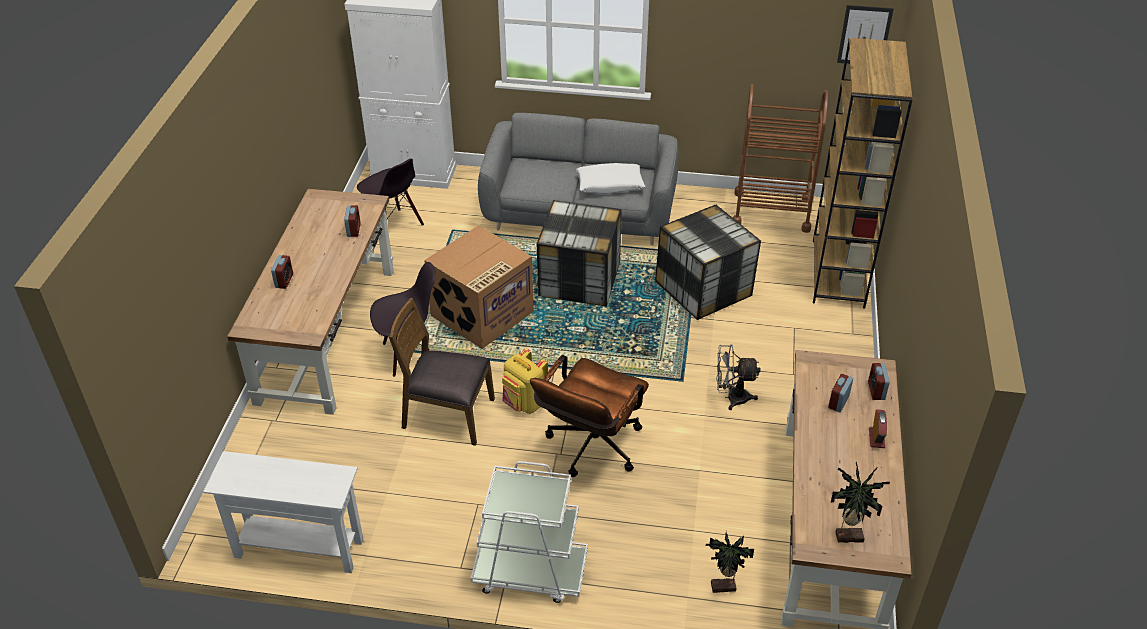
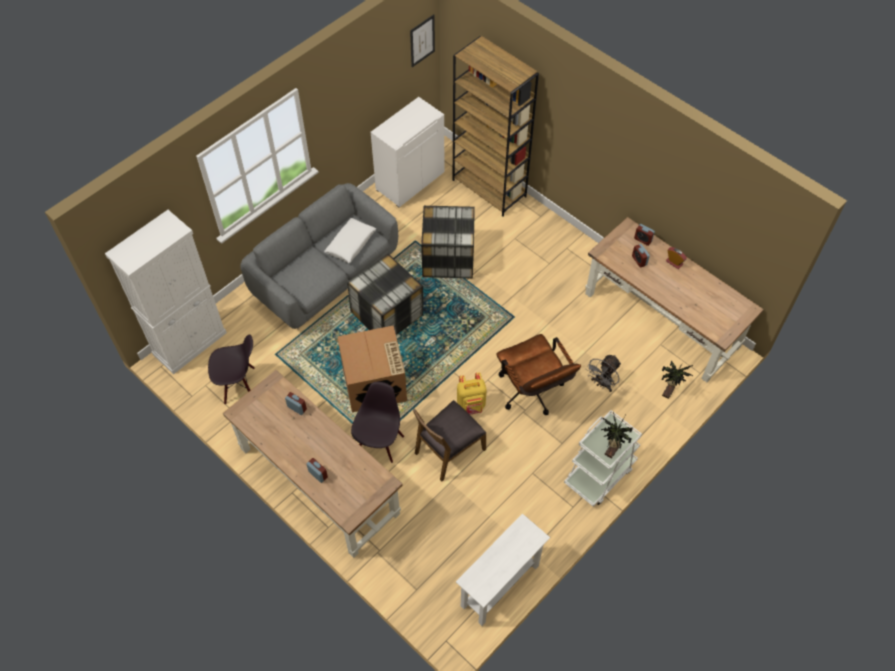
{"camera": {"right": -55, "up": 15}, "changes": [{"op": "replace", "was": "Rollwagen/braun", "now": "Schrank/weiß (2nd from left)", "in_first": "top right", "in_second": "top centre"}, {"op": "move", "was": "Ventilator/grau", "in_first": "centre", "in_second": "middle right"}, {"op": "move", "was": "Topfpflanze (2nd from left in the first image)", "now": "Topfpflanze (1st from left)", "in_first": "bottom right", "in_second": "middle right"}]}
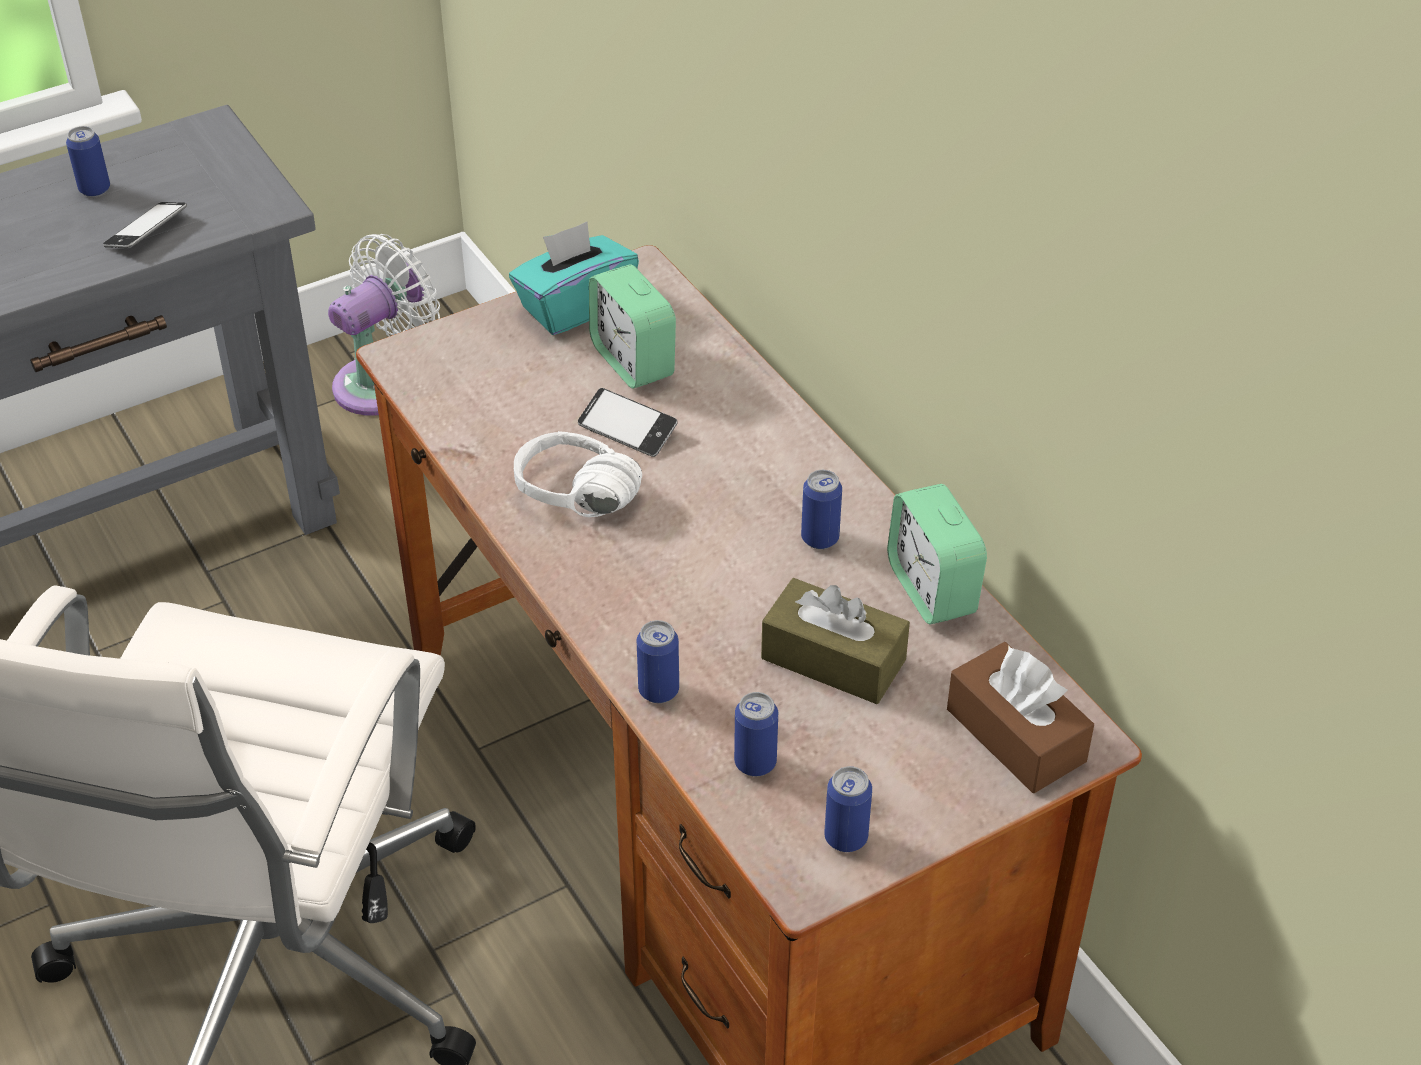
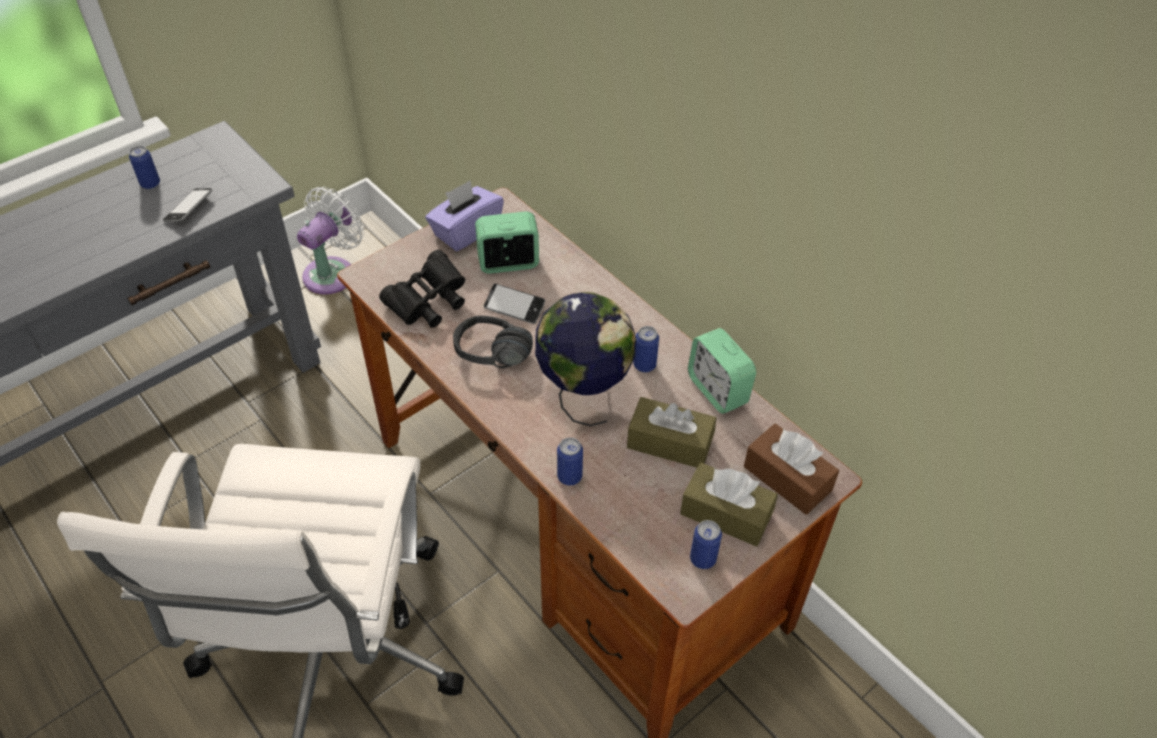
{"camera": {"right": -10, "up": 5}, "changes": [{"op": "insert", "now": "Fernglas/schwarz", "in_second": "centre"}, {"op": "recolor", "was": "Taschentuchbox/türkis", "now": "Taschentuchbox/lila", "in_first": "top centre", "in_second": "top centre"}, {"op": "recolor", "was": "Kopfhörer/weiß", "now": "Kopfhörer/schwarz", "in_first": "centre", "in_second": "centre"}, {"op": "rotate", "was": "Wecker (1st from left)", "in_first": "top centre", "in_second": "top centre", "clockwise": 120}, {"op": "insert", "now": "Globus", "in_second": "centre"}, {"op": "insert", "now": "Taschentuchbox/braun (2nd from left)", "in_second": "bottom centre"}, {"op": "delete", "was": "Dose (3rd from left)", "in_first": "bottom centre"}]}
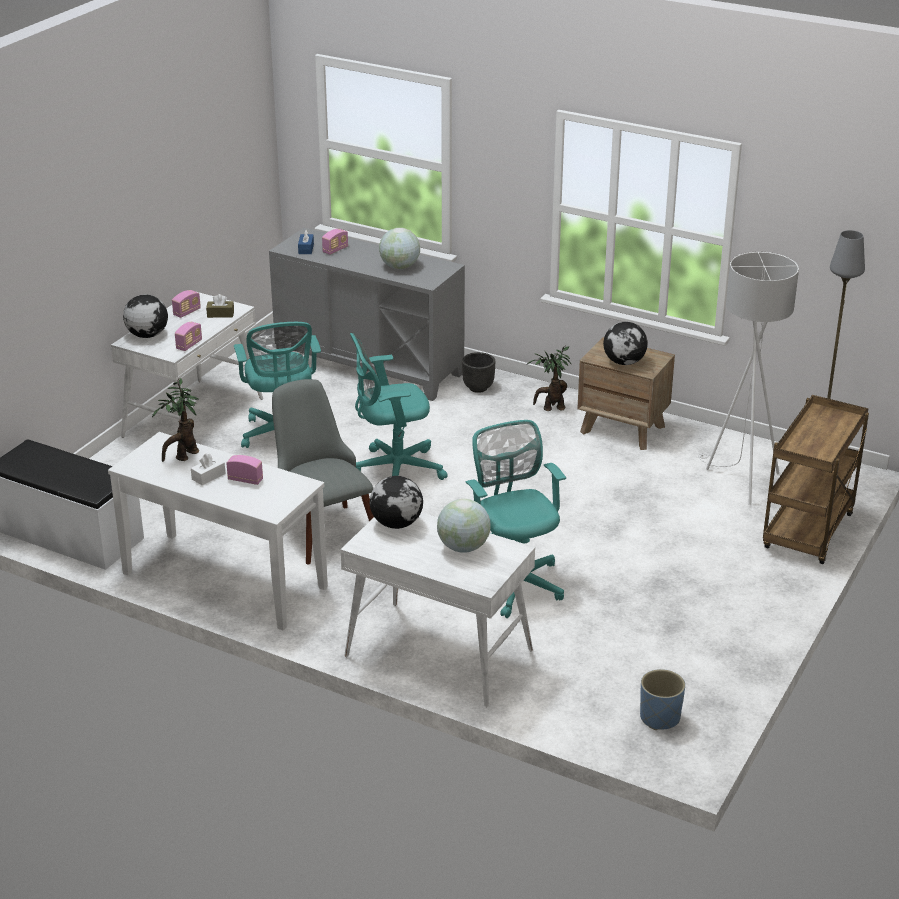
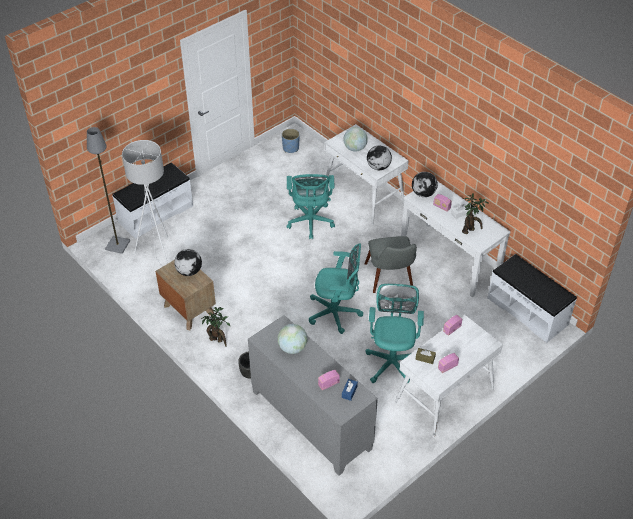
{"camera": {"right": -160, "up": 15}, "changes": [{"op": "replace", "was": "Rollwagen/braun", "now": "Bank/weiß (1st from left)", "in_first": "middle right", "in_second": "middle left"}, {"op": "move", "was": "Globus (1st from left in the first image)", "now": "Globus (5th from left)", "in_first": "middle left", "in_second": "middle right"}]}
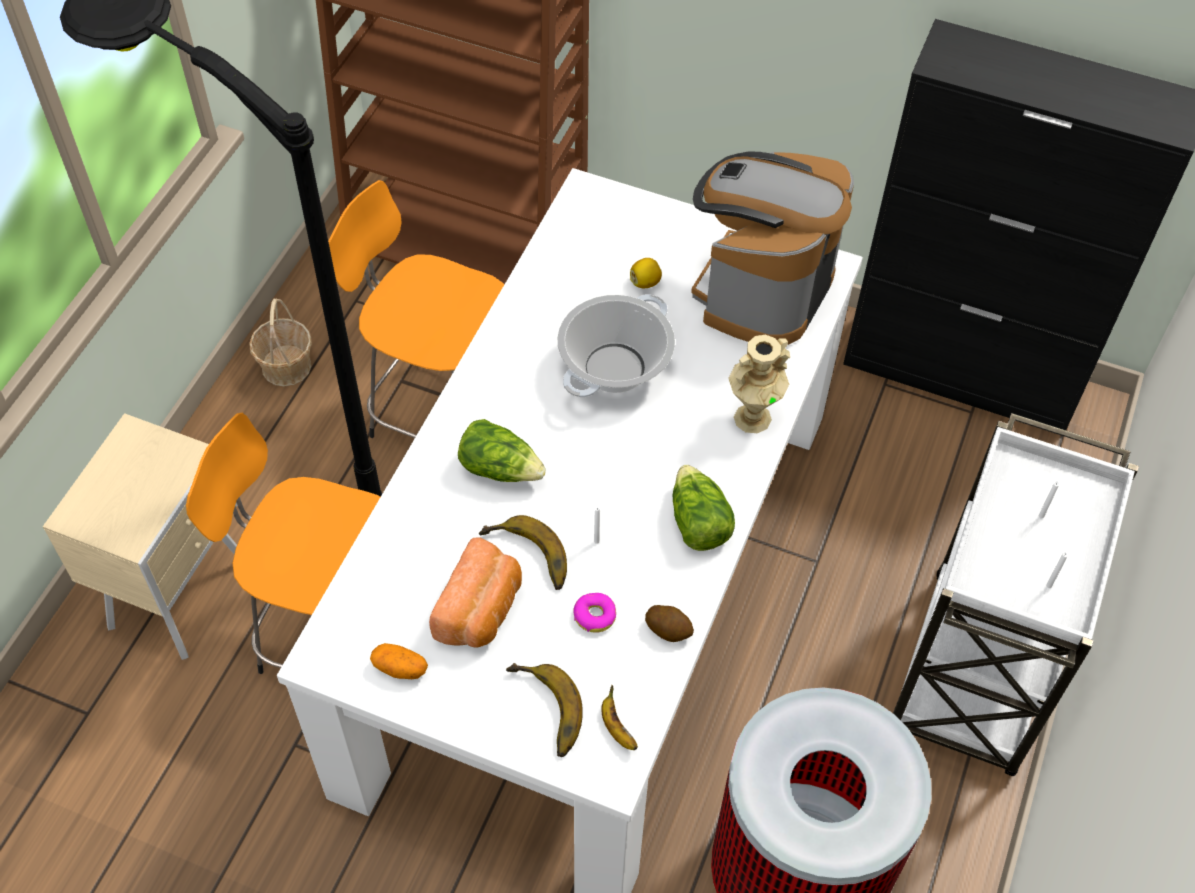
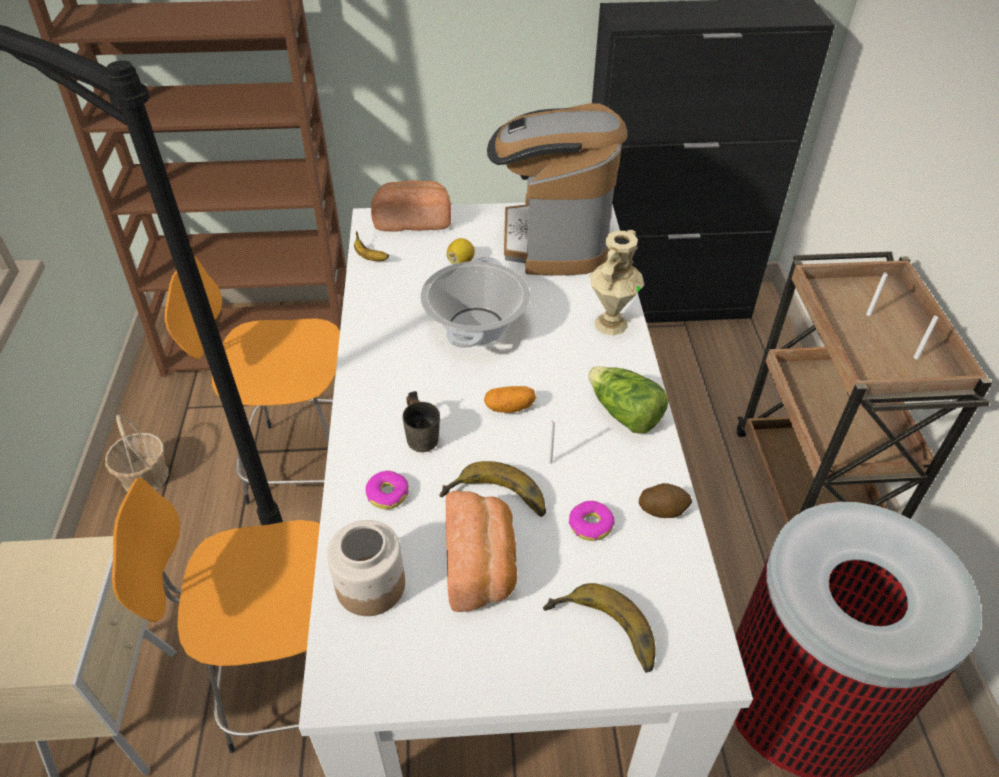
{"camera": {"right": -25, "up": -10}, "changes": [{"op": "insert", "now": "Vorratsglas", "in_second": "bottom centre"}, {"op": "move", "was": "Banane (3rd from left in the first image)", "now": "Banane (1st from left)", "in_first": "bottom centre", "in_second": "top centre"}, {"op": "insert", "now": "Donut (1st from left)", "in_second": "centre"}, {"op": "insert", "now": "Brot (1st from left)", "in_second": "top centre"}, {"op": "replace", "was": "Salatkopf (1st from left)", "now": "Henkelbecher/grau", "in_first": "centre", "in_second": "centre"}, {"op": "move", "was": "Kartoffel (1st from left)", "in_first": "bottom centre", "in_second": "centre"}, {"op": "recolor", "was": "Rollwagen/weiß", "now": "Rollwagen/braun", "in_first": "middle right", "in_second": "middle right"}]}
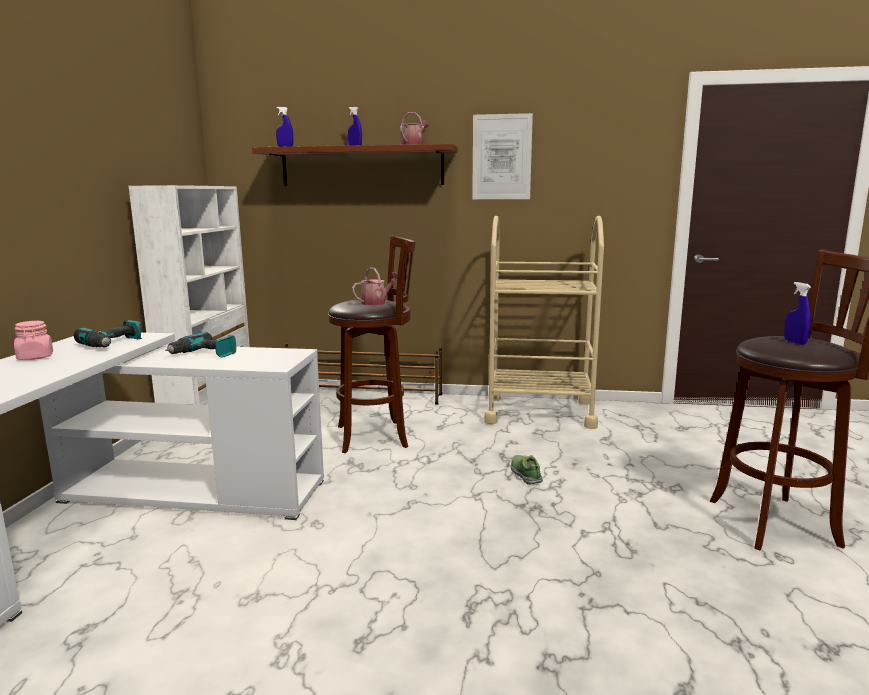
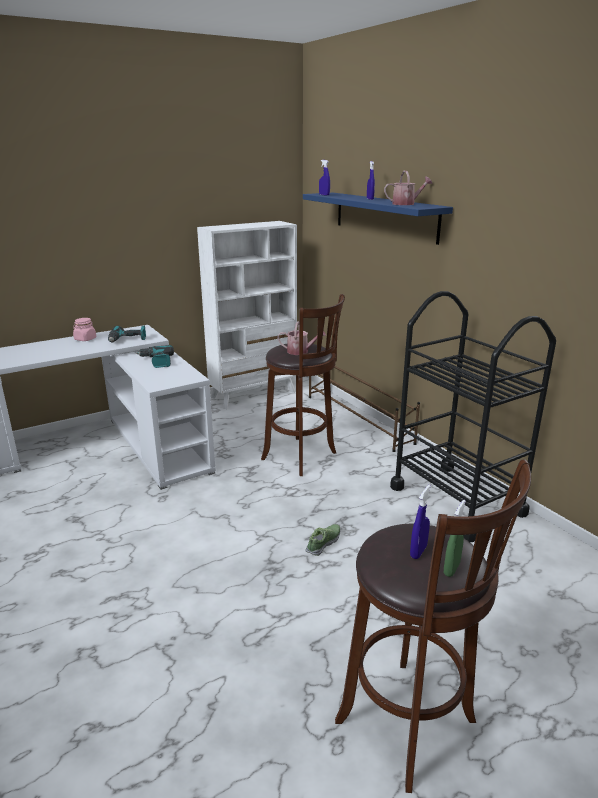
{"camera": {"right": 50, "up": 10}, "changes": [{"op": "recolor", "was": "Wandregal/braun", "now": "Wandregal/blau", "in_first": "top centre", "in_second": "top centre"}, {"op": "recolor", "was": "Rollwagen/beige", "now": "Rollwagen/schwarz", "in_first": "centre", "in_second": "middle right"}, {"op": "insert", "now": "Sprühflasche/grün", "in_second": "bottom right"}, {"op": "delete", "was": "Bild", "in_first": "top centre"}]}
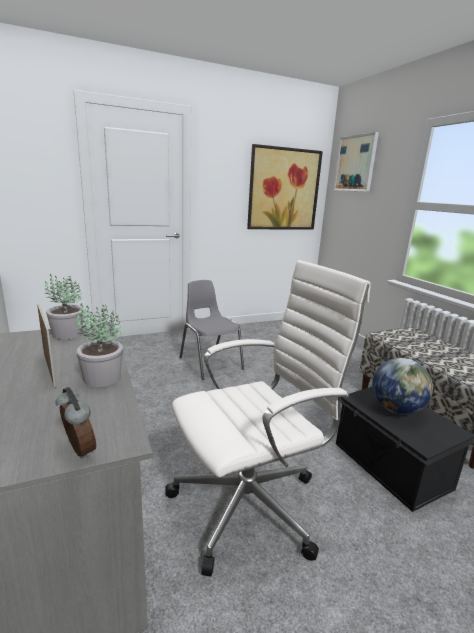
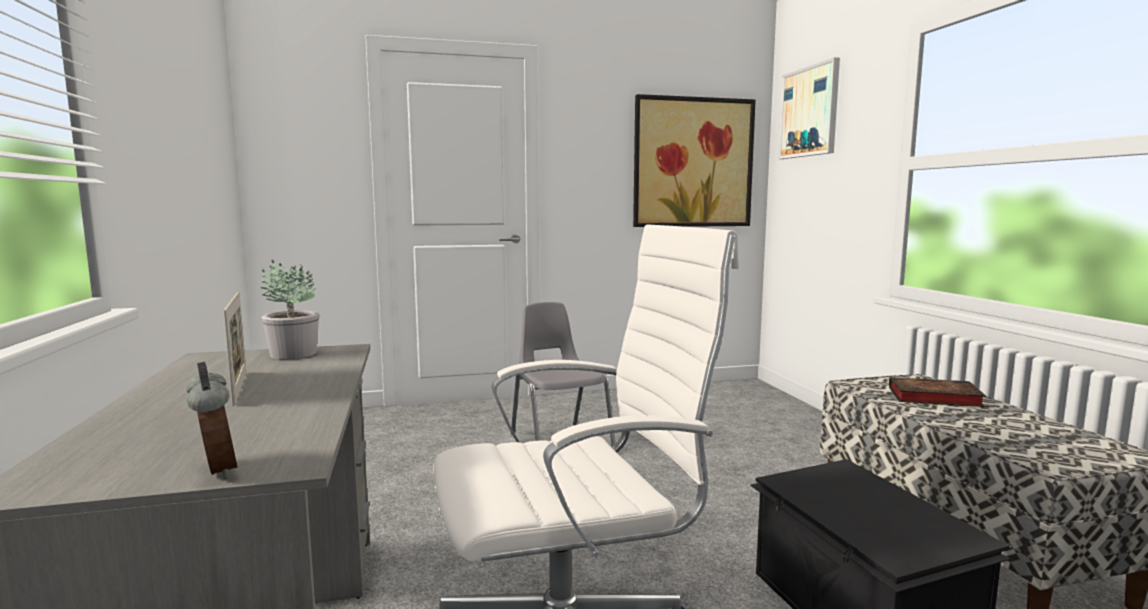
{"camera": {"right": 10, "up": -10}, "changes": [{"op": "insert", "now": "Buch", "in_second": "middle right"}, {"op": "delete", "was": "Topfpflanze (2nd from left)", "in_first": "middle left"}, {"op": "delete", "was": "Globus", "in_first": "middle right"}]}
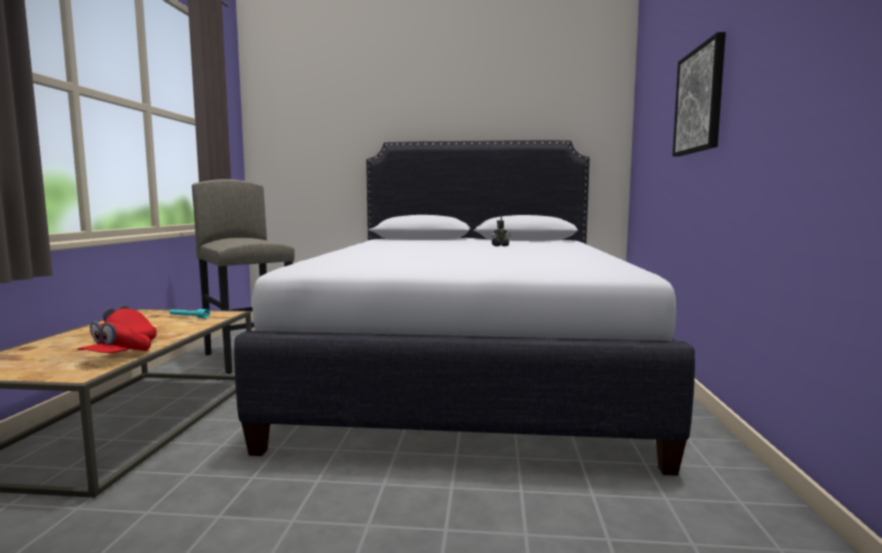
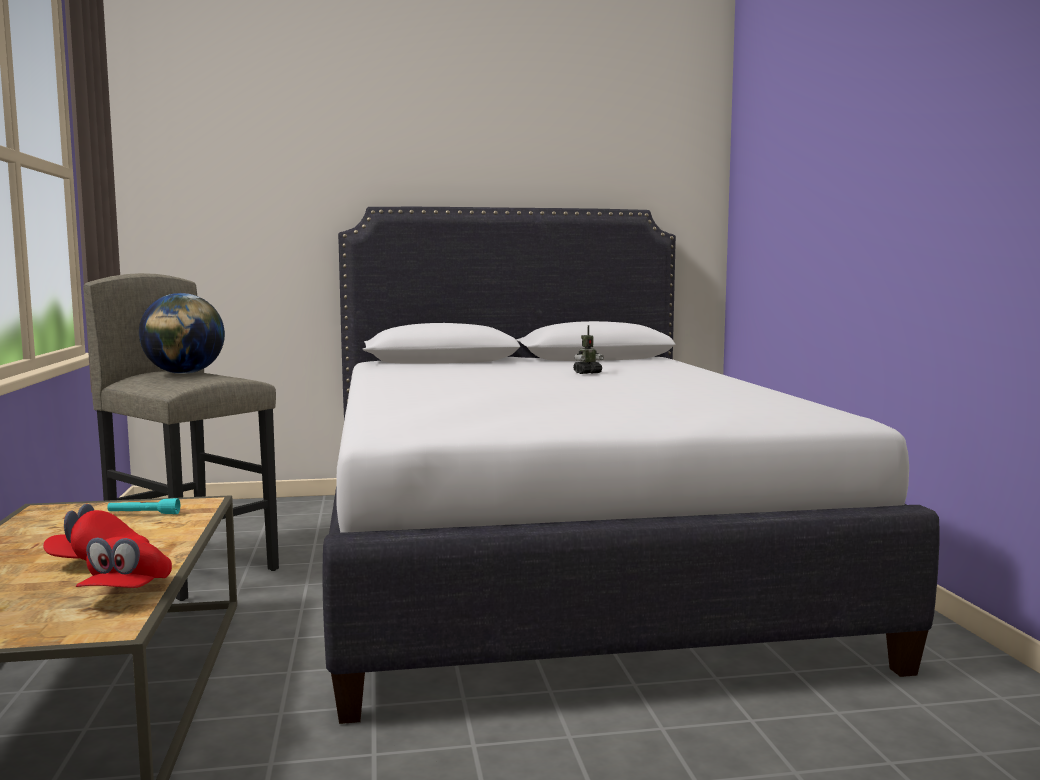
{"camera": {"right": -15, "up": 0}, "changes": [{"op": "insert", "now": "Globus", "in_second": "middle left"}, {"op": "delete", "was": "Bild", "in_first": "top right"}]}
